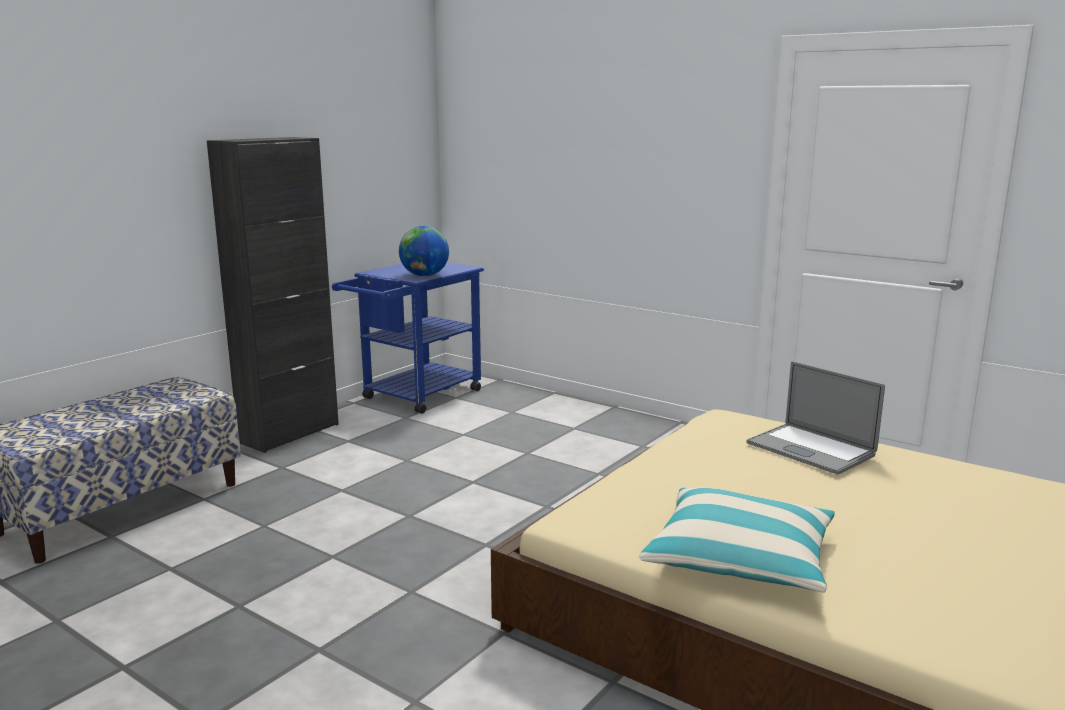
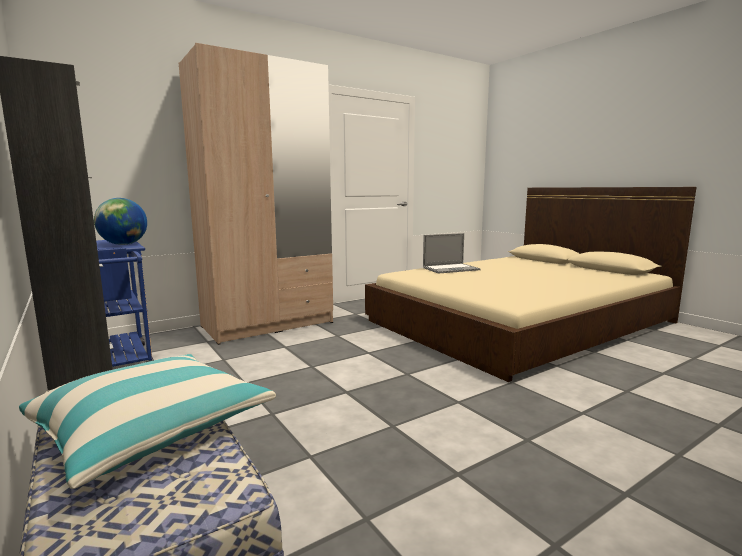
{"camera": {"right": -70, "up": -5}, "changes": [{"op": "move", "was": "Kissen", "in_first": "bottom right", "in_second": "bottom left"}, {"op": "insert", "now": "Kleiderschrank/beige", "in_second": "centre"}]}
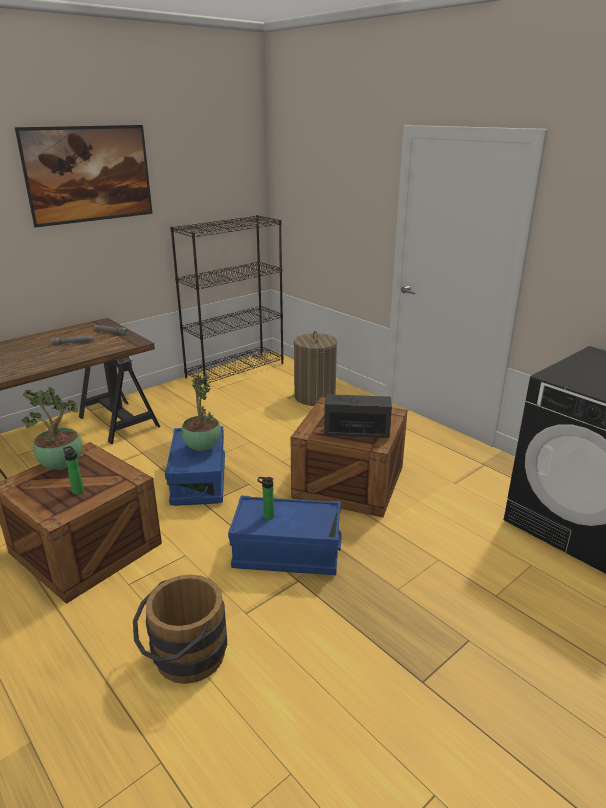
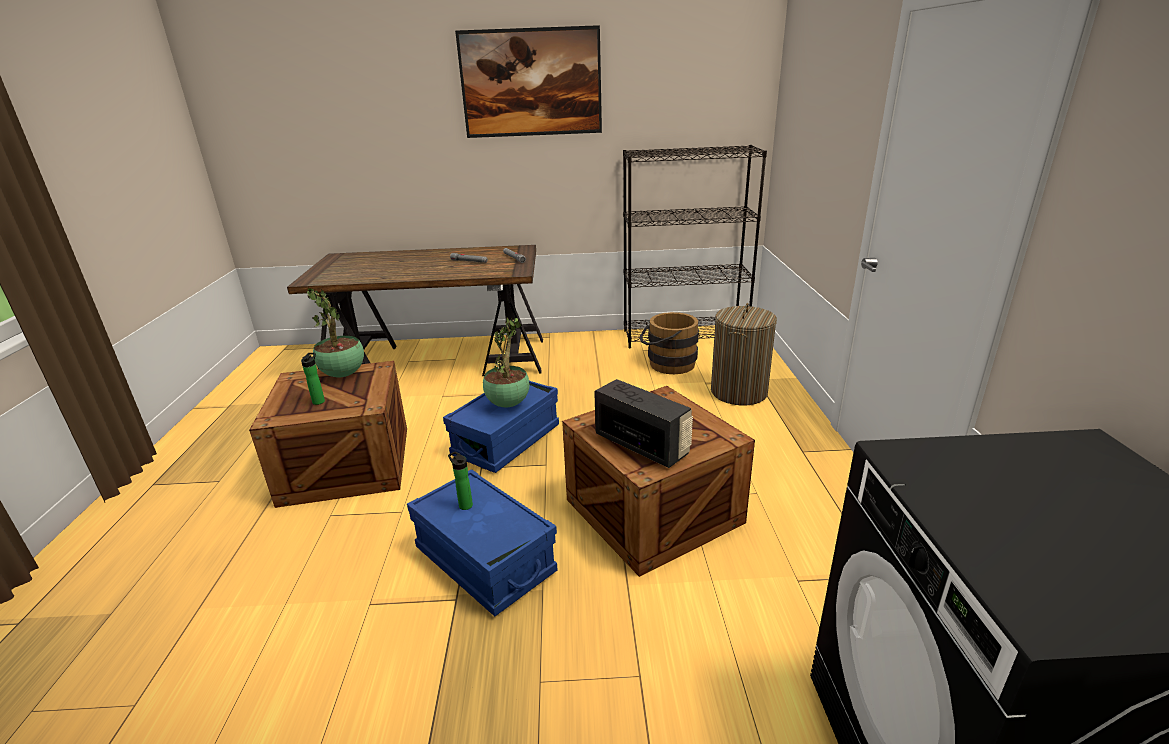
{"camera": {"right": 40, "up": 0}, "changes": [{"op": "move", "was": "Eimer/braun", "in_first": "bottom left", "in_second": "centre"}]}
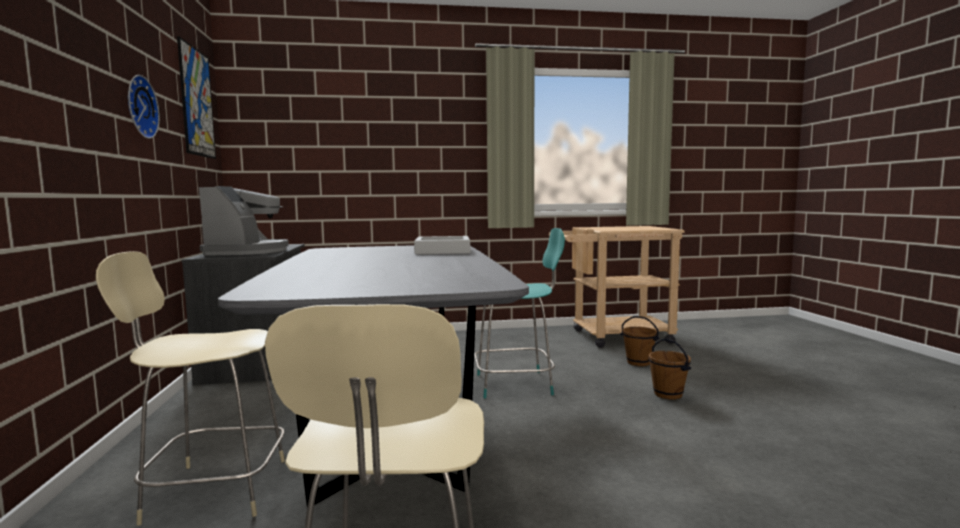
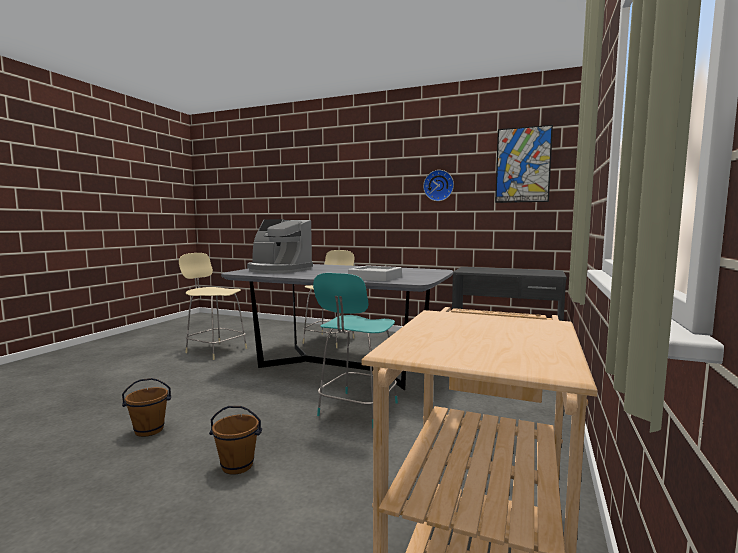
{"camera": {"right": 120, "up": 0}, "changes": [{"op": "move", "was": "Eimer/braun (1st from left)", "in_first": "middle right", "in_second": "bottom left"}, {"op": "move", "was": "Kaffeemaschine", "in_first": "middle left", "in_second": "centre"}]}
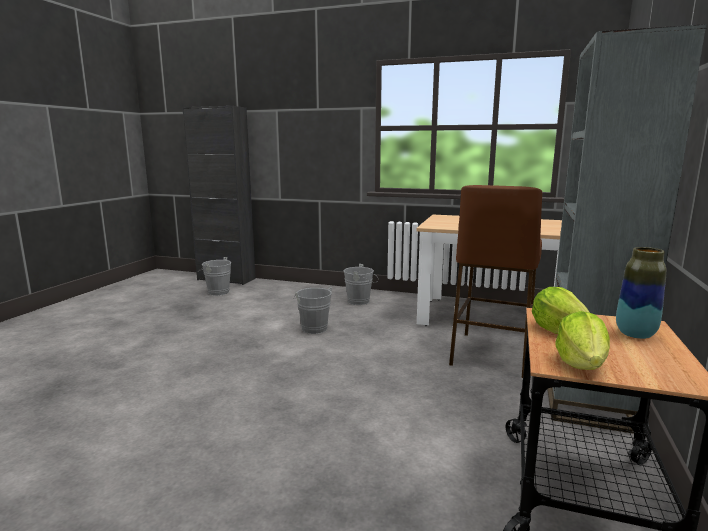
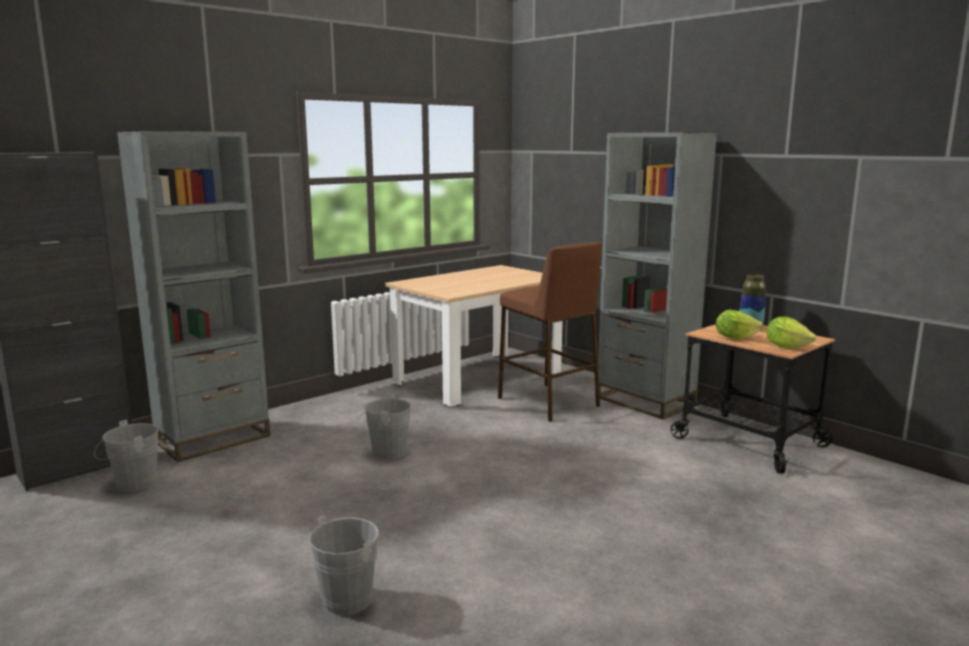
{"camera": {"right": -60, "up": 0}, "changes": [{"op": "insert", "now": "Bücherregal/grau (1st from left)", "in_second": "middle left"}, {"op": "move", "was": "Eimer/grau (3rd from left in the first image)", "now": "Eimer/grau (2nd from left)", "in_first": "centre", "in_second": "bottom centre"}]}
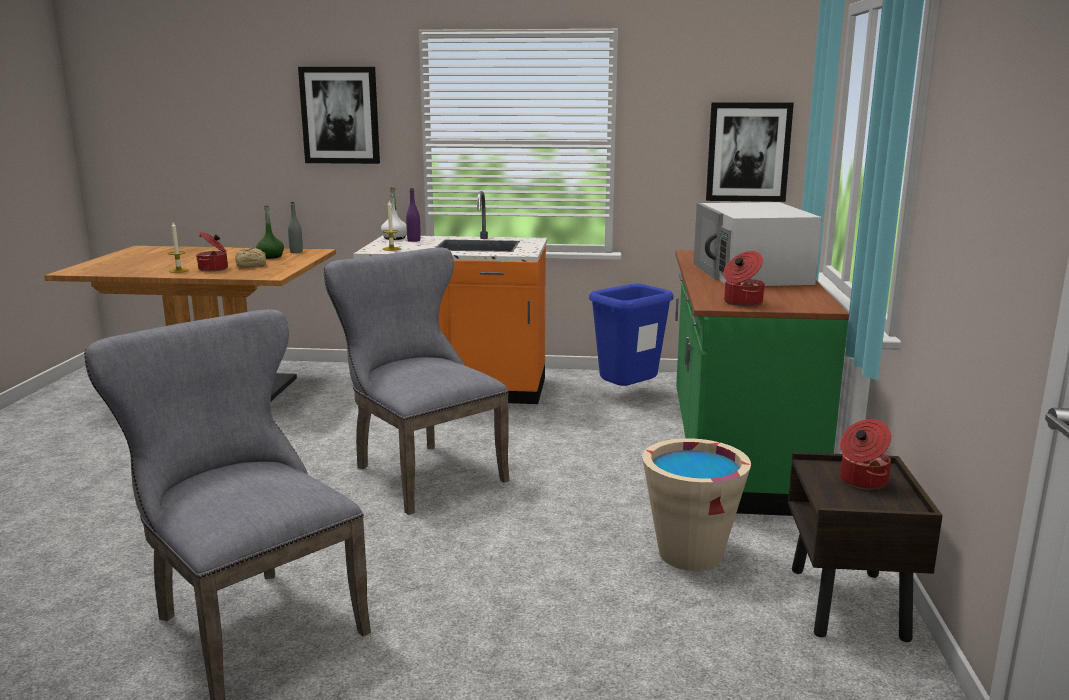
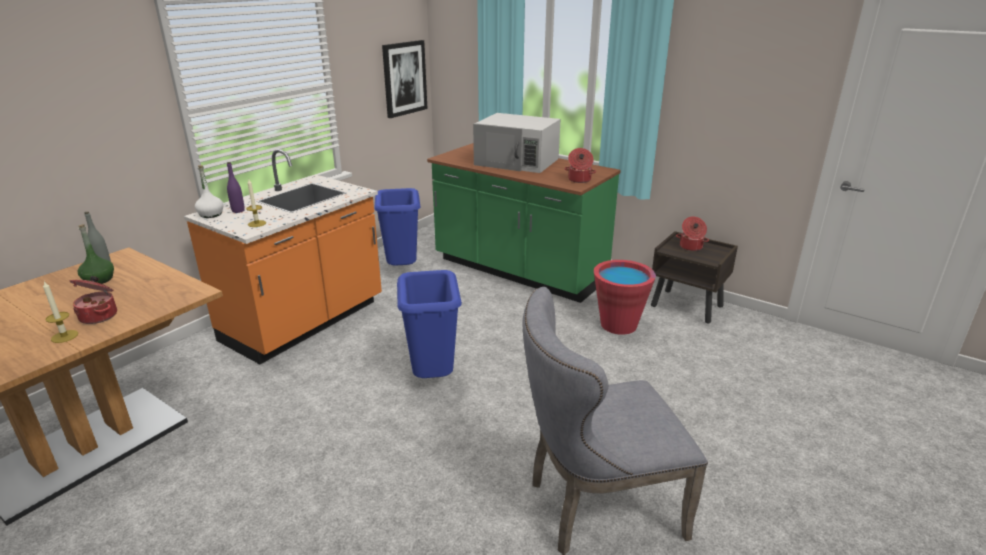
{"camera": {"right": -60, "up": 10}, "changes": [{"op": "replace", "was": "Stuhl/grau (2nd from left)", "now": "Mülleimer/blau (2nd from left)", "in_first": "centre", "in_second": "centre"}, {"op": "recolor", "was": "Eimer/beige", "now": "Eimer/rot", "in_first": "bottom centre", "in_second": "centre"}, {"op": "delete", "was": "Brot", "in_first": "middle left"}, {"op": "delete", "was": "Bild (1st from left)", "in_first": "top left"}]}
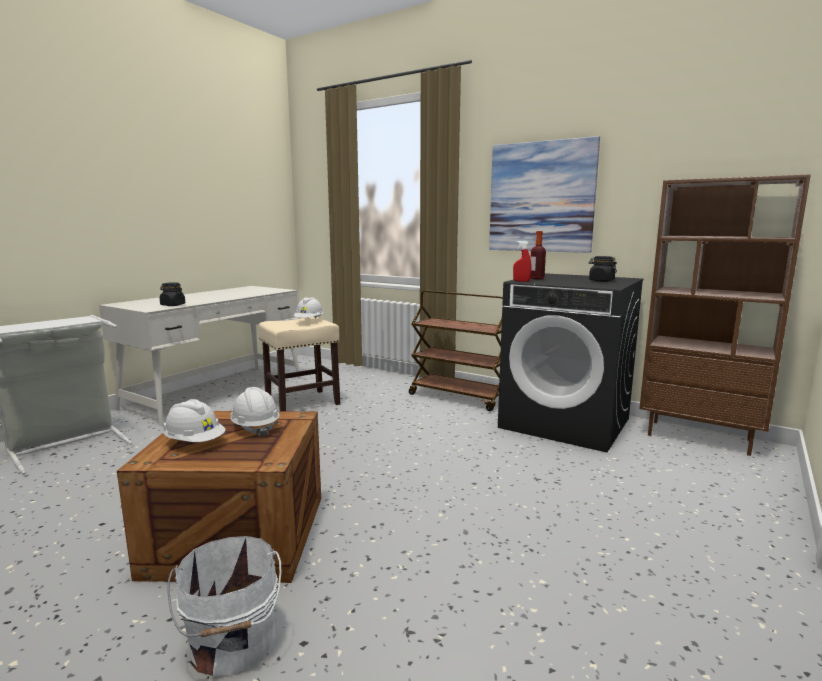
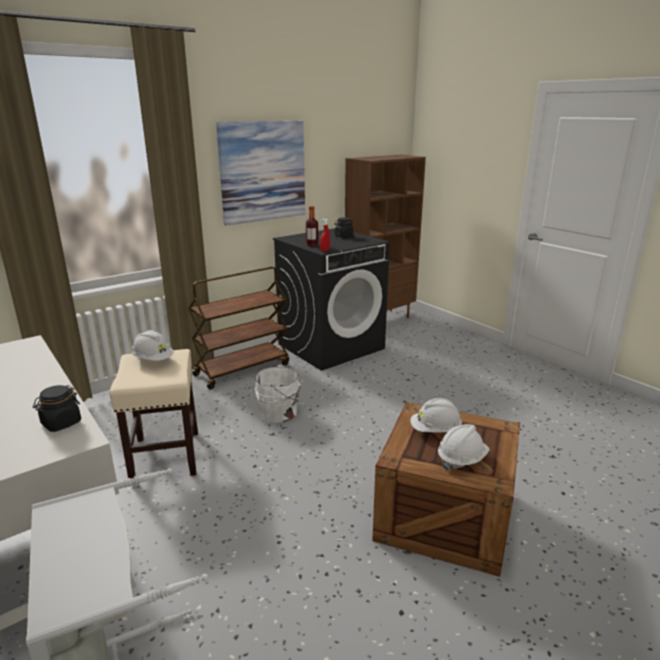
{"camera": {"right": -70, "up": 10}, "changes": [{"op": "move", "was": "Eimer/weiß", "in_first": "bottom left", "in_second": "centre"}]}
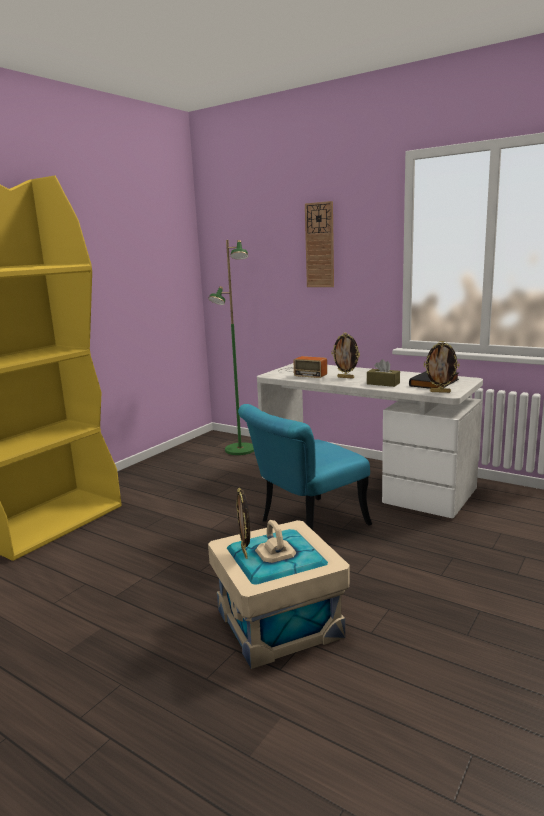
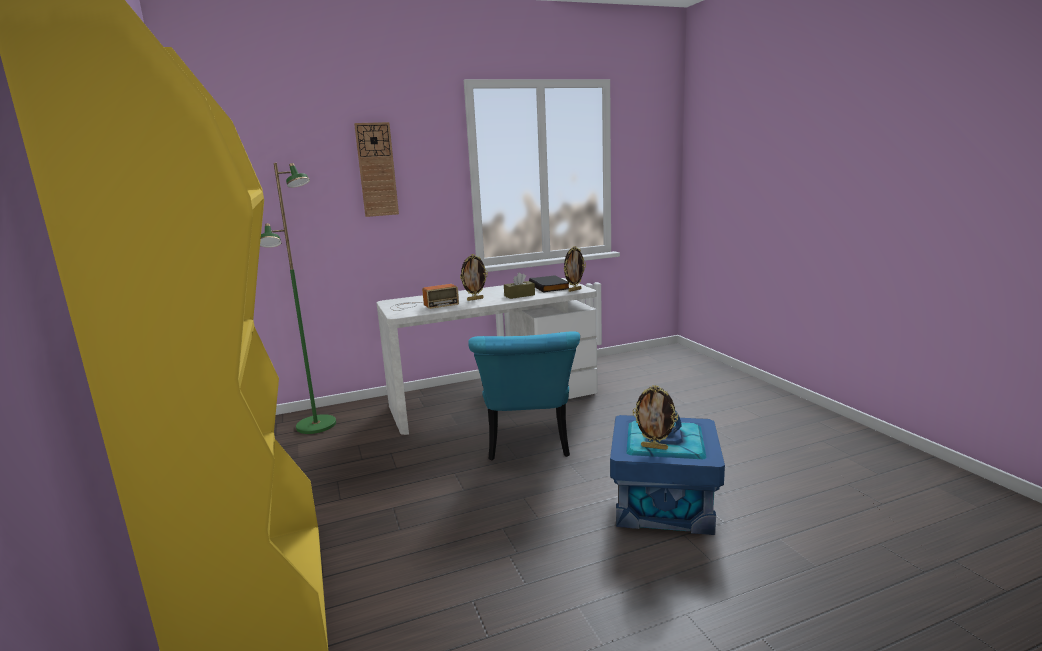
{"camera": {"right": -55, "up": 0}, "changes": [{"op": "recolor", "was": "Aufbewahrungsbox/beige", "now": "Aufbewahrungsbox/blau", "in_first": "bottom centre", "in_second": "bottom centre"}]}
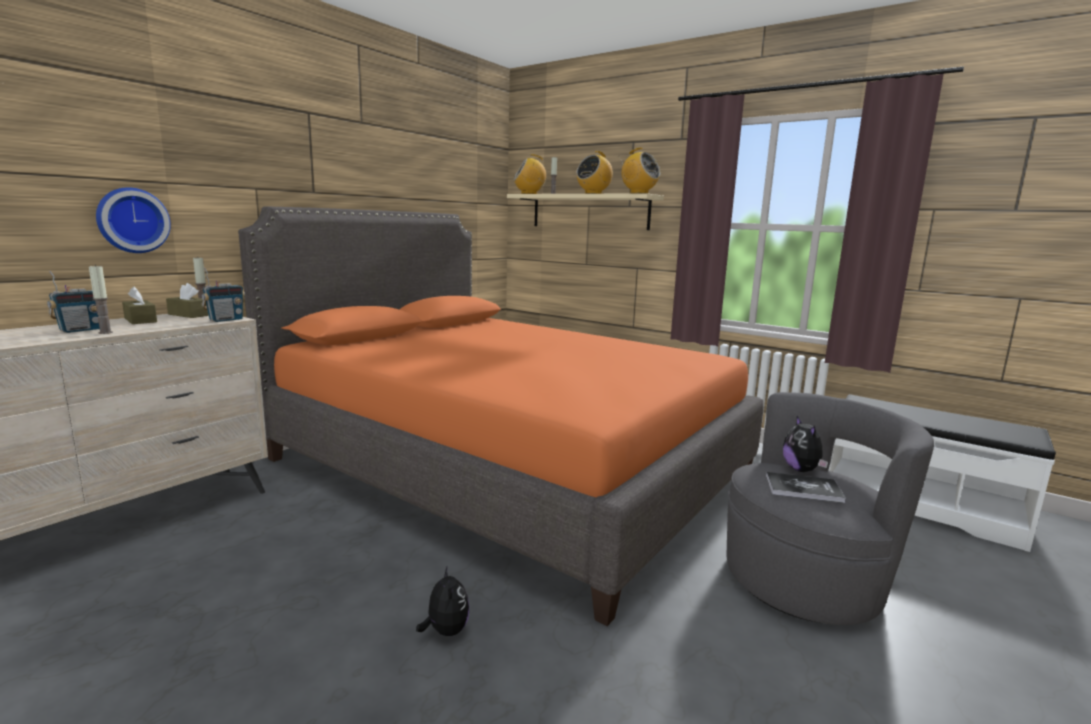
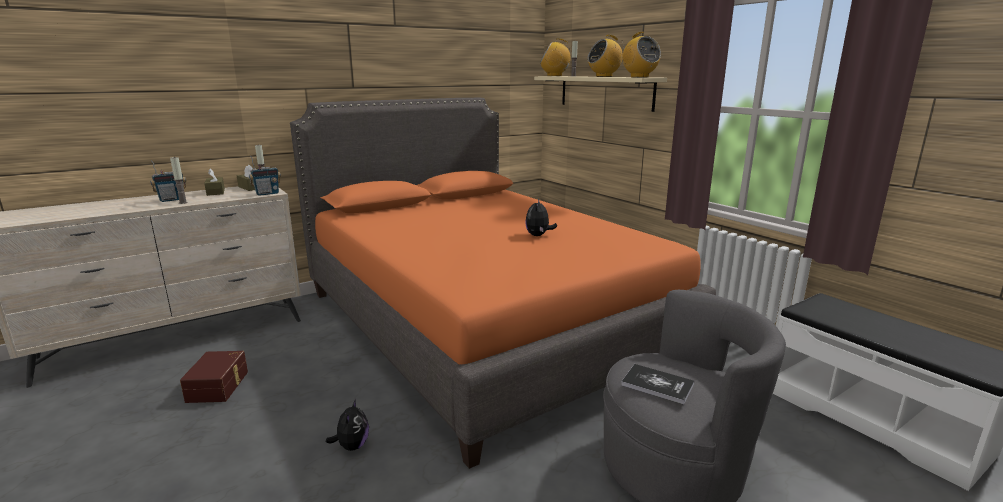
{"camera": {"right": 20, "up": 5}, "changes": [{"op": "insert", "now": "Aufbewahrungsbox/braun", "in_second": "bottom left"}, {"op": "move", "was": "Plüschtier (2nd from left)", "in_first": "middle right", "in_second": "centre"}, {"op": "delete", "was": "Wanduhr", "in_first": "top left"}]}
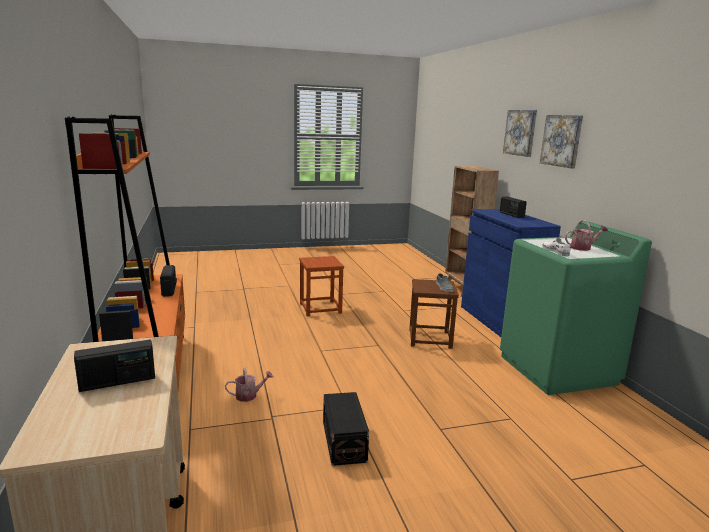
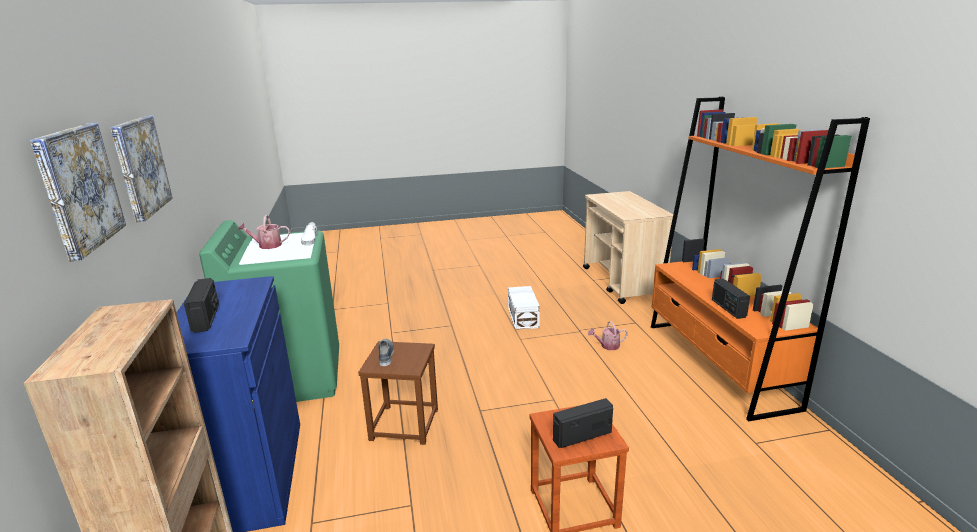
{"camera": {"right": -175, "up": 5}, "changes": [{"op": "recolor", "was": "Aufbewahrungsbox/schwarz", "now": "Aufbewahrungsbox/weiß", "in_first": "bottom centre", "in_second": "centre"}, {"op": "move", "was": "Radio (1st from left in the first image)", "now": "Radio (2nd from left)", "in_first": "bottom left", "in_second": "bottom centre"}]}
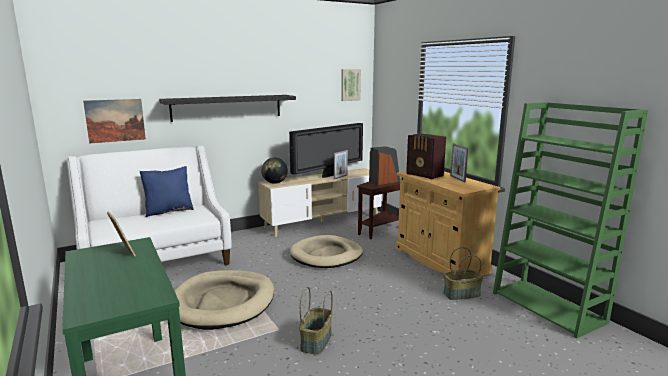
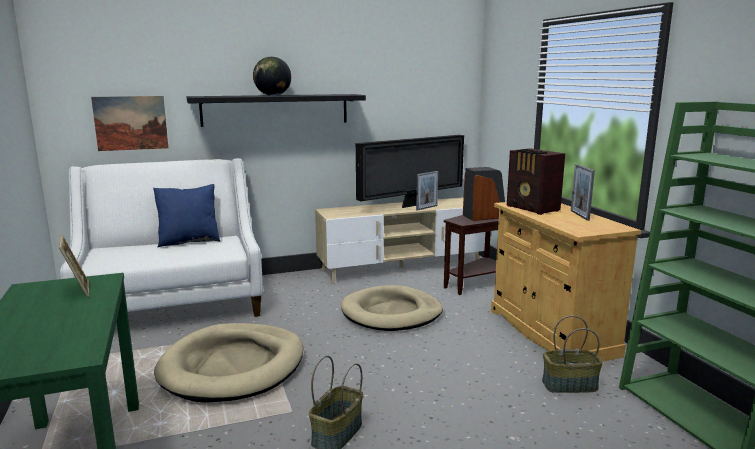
{"camera": {"right": 10, "up": 0}, "changes": [{"op": "move", "was": "Globus", "in_first": "centre", "in_second": "top centre"}, {"op": "delete", "was": "Bild (2nd from left)", "in_first": "top centre"}]}
